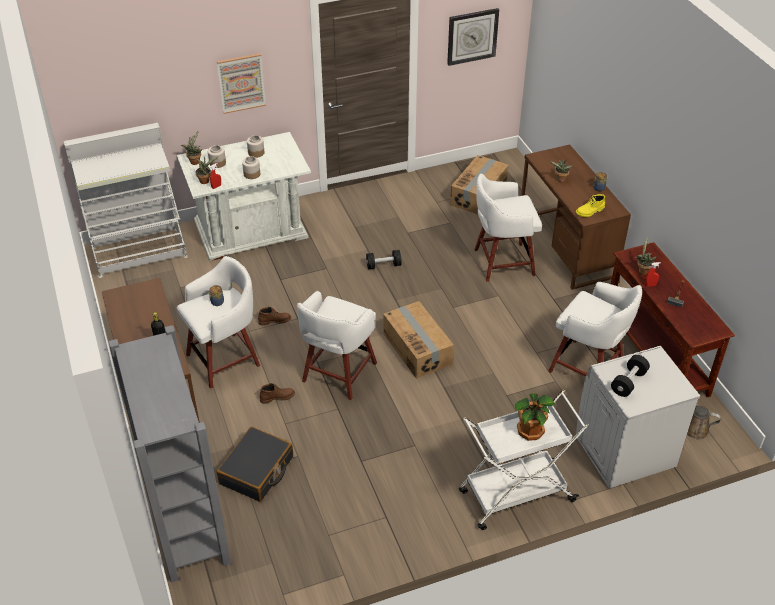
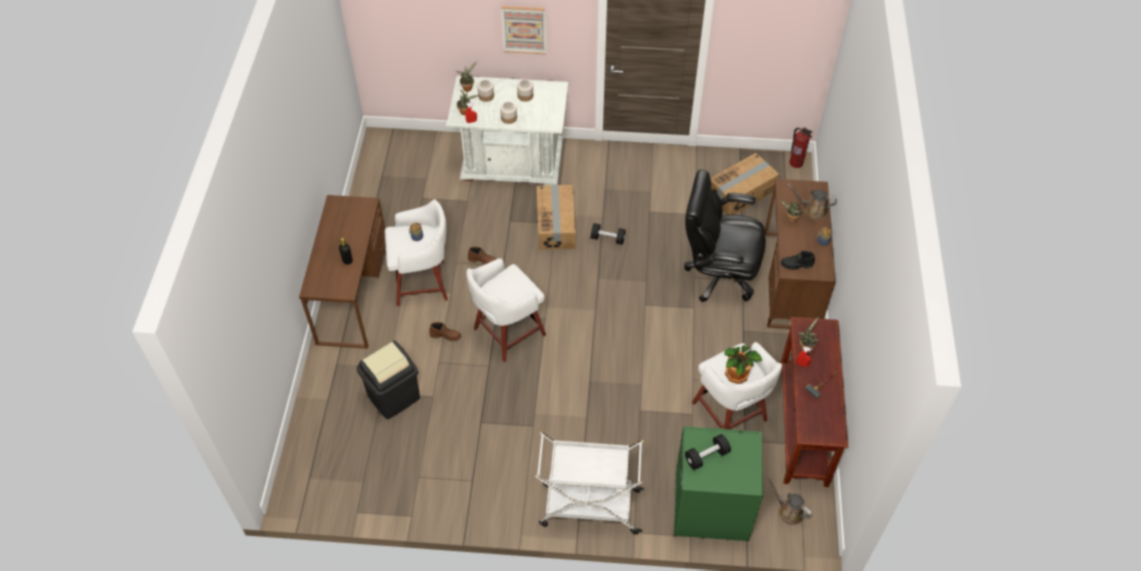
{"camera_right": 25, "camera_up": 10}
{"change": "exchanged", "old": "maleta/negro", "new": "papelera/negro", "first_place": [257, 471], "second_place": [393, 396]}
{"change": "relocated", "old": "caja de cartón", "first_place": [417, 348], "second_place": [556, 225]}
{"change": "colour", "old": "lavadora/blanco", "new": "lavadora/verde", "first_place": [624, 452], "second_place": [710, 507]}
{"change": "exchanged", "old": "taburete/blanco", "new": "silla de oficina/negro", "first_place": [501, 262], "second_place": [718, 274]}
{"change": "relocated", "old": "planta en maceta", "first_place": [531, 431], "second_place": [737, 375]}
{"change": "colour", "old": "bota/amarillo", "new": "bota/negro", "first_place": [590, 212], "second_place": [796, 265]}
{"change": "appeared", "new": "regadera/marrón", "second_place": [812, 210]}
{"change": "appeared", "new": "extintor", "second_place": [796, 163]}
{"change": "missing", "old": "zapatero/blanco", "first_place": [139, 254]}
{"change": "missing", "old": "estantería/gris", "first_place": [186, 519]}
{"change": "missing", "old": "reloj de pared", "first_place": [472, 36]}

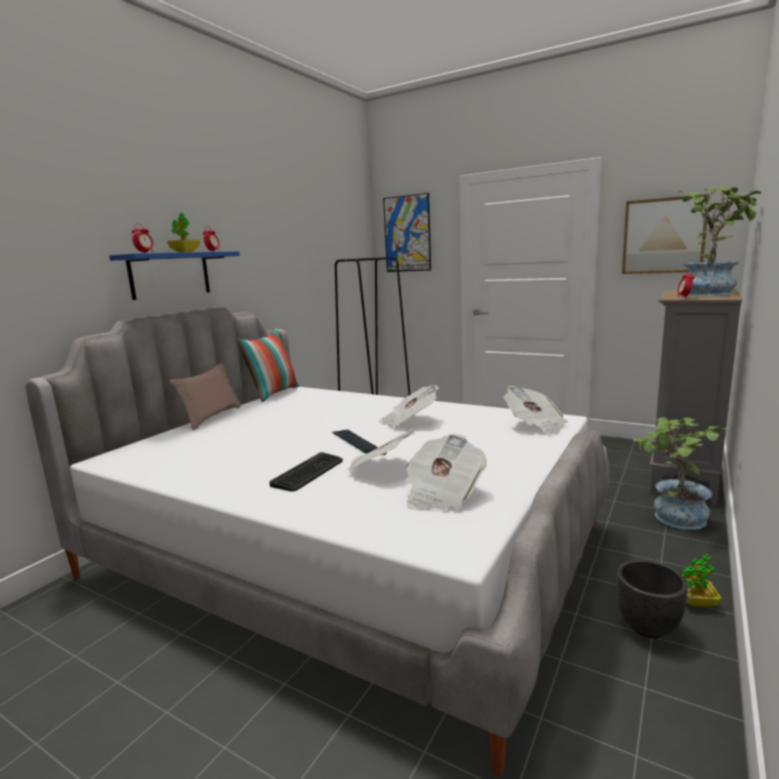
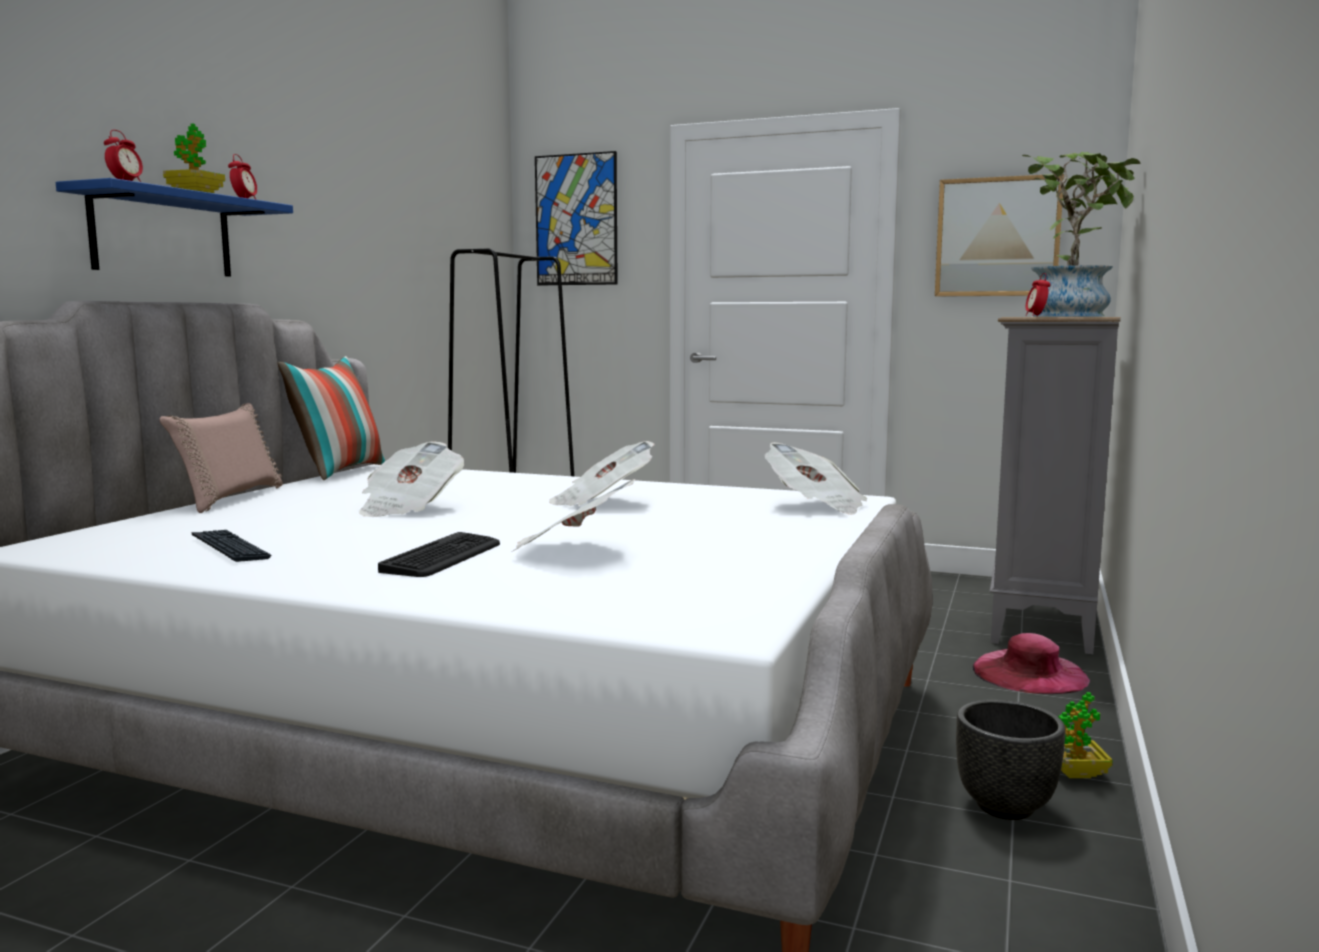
{"camera_right": -10, "camera_up": -5}
{"change": "relocated", "old": "teclado", "first_place": [355, 442], "second_place": [229, 548]}
{"change": "relocated", "old": "periódico", "first_place": [441, 494], "second_place": [409, 508]}
{"change": "exchanged", "old": "planta en maceta", "new": "sombrero/rosa", "first_place": [673, 519], "second_place": [1029, 673]}

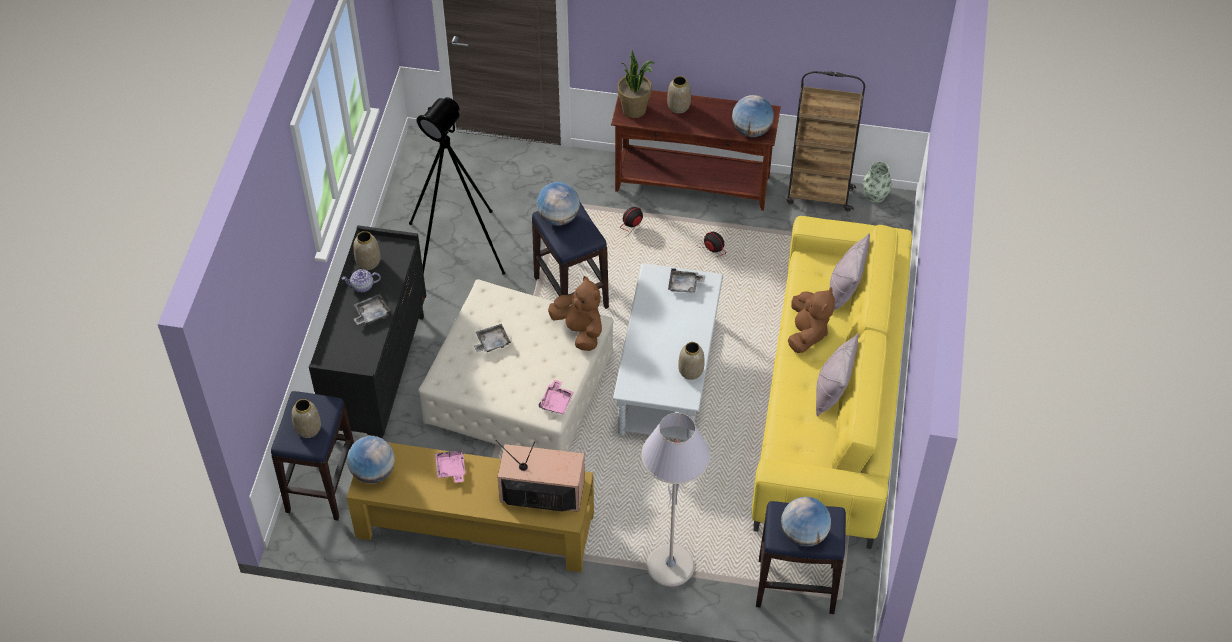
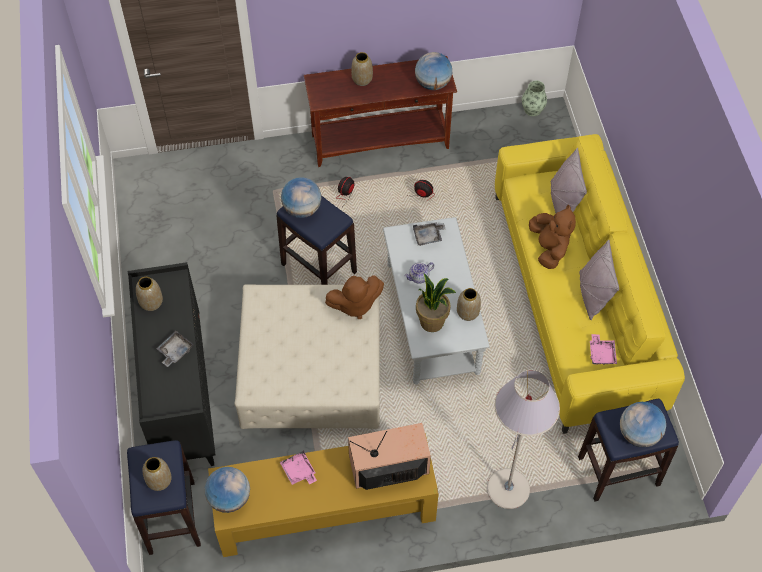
{"camera_right": -20, "camera_up": 5}
{"change": "spun", "old": "peluche/marrón", "first_place": [579, 330], "second_place": [355, 305], "degrees": 135}
{"change": "relocated", "old": "tetera", "first_place": [362, 286], "second_place": [419, 277]}
{"change": "relocated", "old": "planta en maceta", "first_place": [634, 109], "second_place": [432, 322]}
{"change": "relocated", "old": "bandeja/rosa", "first_place": [556, 402], "second_place": [601, 353]}
{"change": "missing", "old": "lámpara de pie/negro", "first_place": [456, 249]}
{"change": "missing", "old": "bandeja/gris", "first_place": [492, 342]}
{"change": "missing", "old": "carrito/marrón", "first_place": [819, 196]}

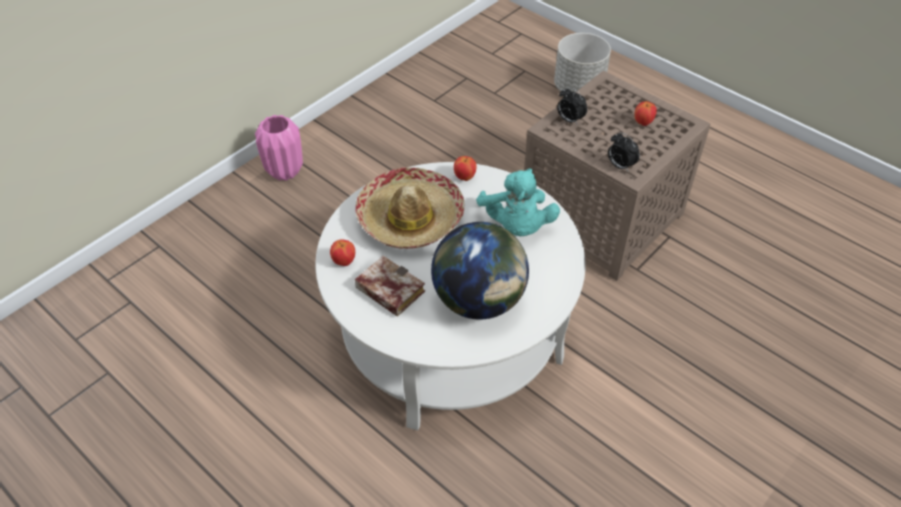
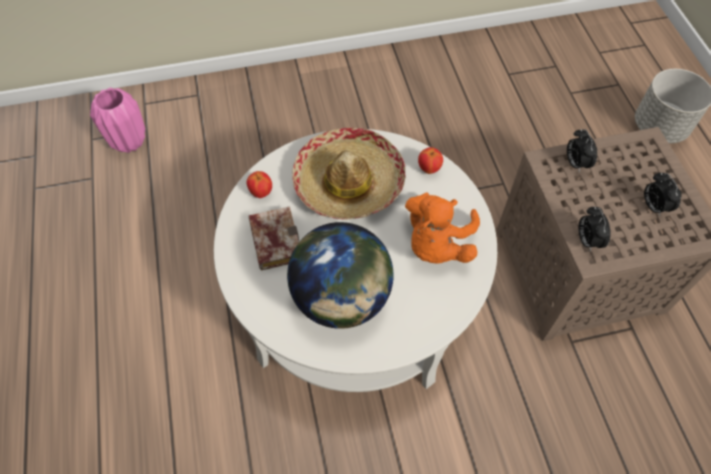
{"camera_right": 35, "camera_up": 10}
{"change": "relocated", "old": "florero/rosa", "first_place": [284, 171], "second_place": [129, 142]}
{"change": "colour", "old": "peluche/turquesa", "new": "peluche/naranja", "first_place": [516, 226], "second_place": [436, 244]}
{"change": "exchanged", "old": "manzana", "new": "despertador", "first_place": [643, 122], "second_place": [653, 206]}

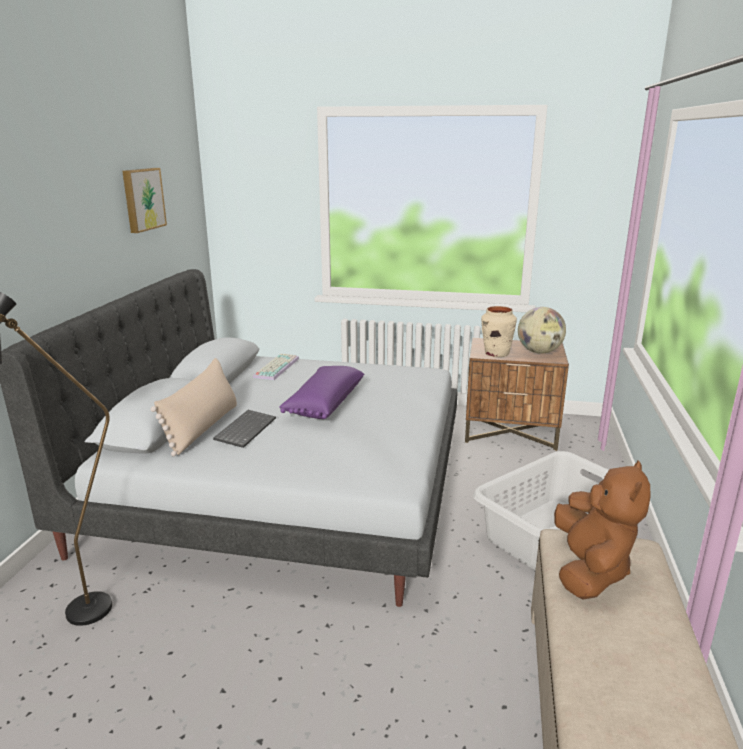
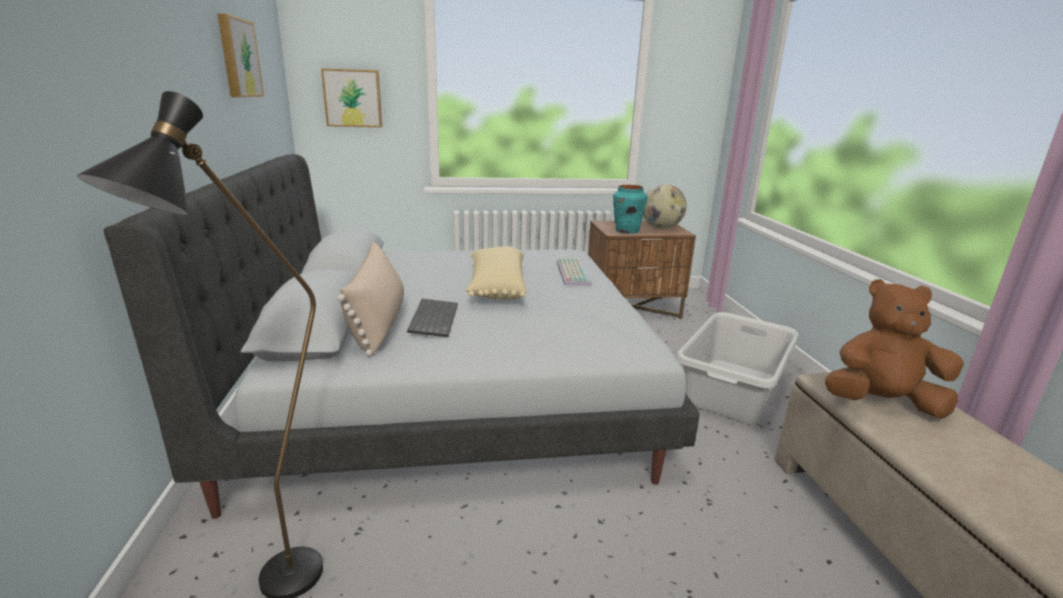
{"camera_right": -20, "camera_up": 0}
{"change": "appeared", "new": "cuadro", "second_place": [353, 98]}
{"change": "colour", "old": "cojín/morado", "new": "cojín/beis", "first_place": [323, 404], "second_place": [496, 287]}
{"change": "relocated", "old": "teclado", "first_place": [276, 367], "second_place": [571, 272]}
{"change": "colour", "old": "florero/beis", "new": "florero/turquesa", "first_place": [496, 354], "second_place": [626, 231]}
{"change": "spun", "old": "peluche/marrón", "first_place": [590, 570], "second_place": [881, 403], "degrees": -75}

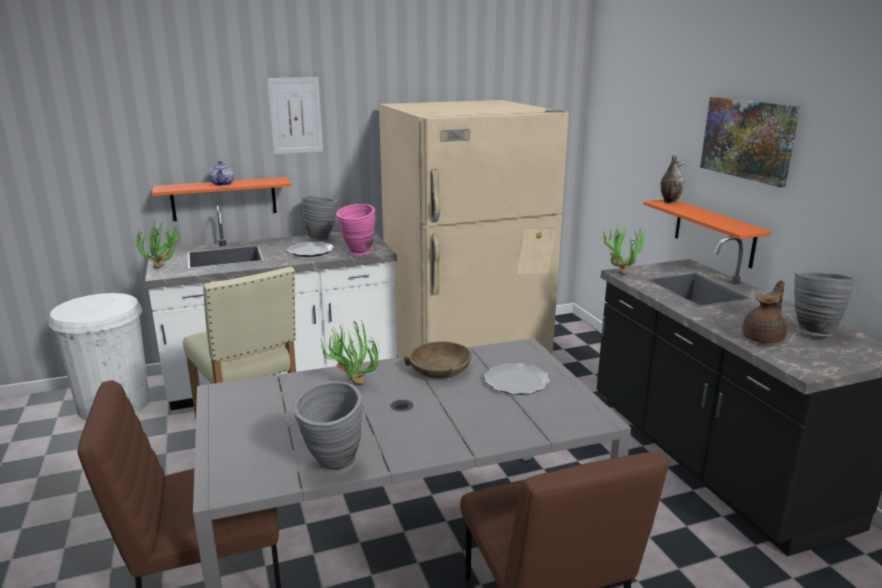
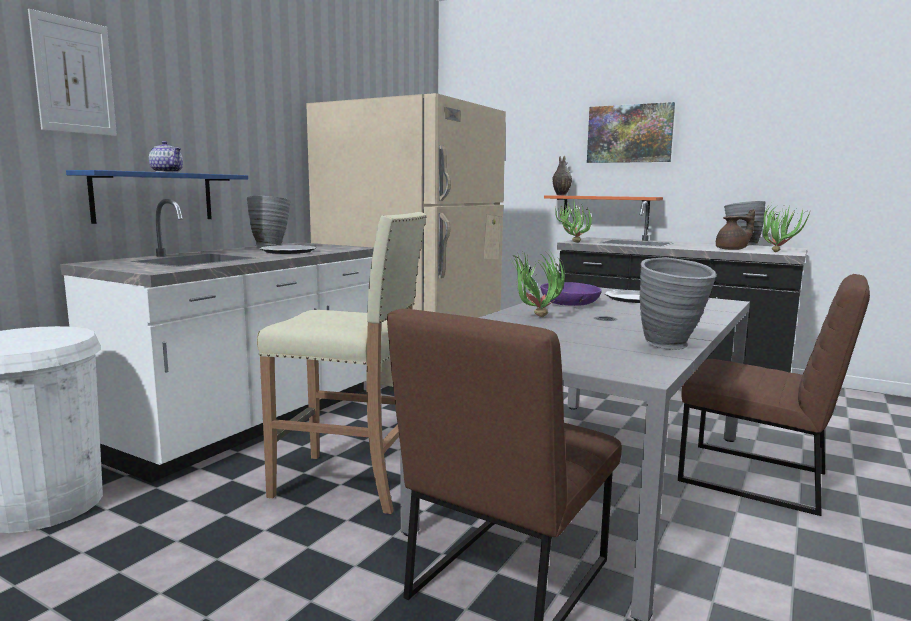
{"camera_right": -40, "camera_up": -10}
{"change": "relocated", "old": "cuadro", "first_place": [295, 115], "second_place": [74, 76]}
{"change": "colour", "old": "estante/naranja", "new": "estante/azul", "first_place": [224, 199], "second_place": [154, 197]}
{"change": "colour", "old": "cuenco/marrón", "new": "cuenco/morado", "first_place": [439, 369], "second_place": [569, 303]}
{"change": "spun", "old": "tetera/marrón", "first_place": [763, 338], "second_place": [733, 249], "degrees": 75}
{"change": "relocated", "old": "planta en maceta", "first_place": [164, 268], "second_place": [778, 252]}
{"change": "missing", "old": "florero/rosa", "first_place": [357, 253]}

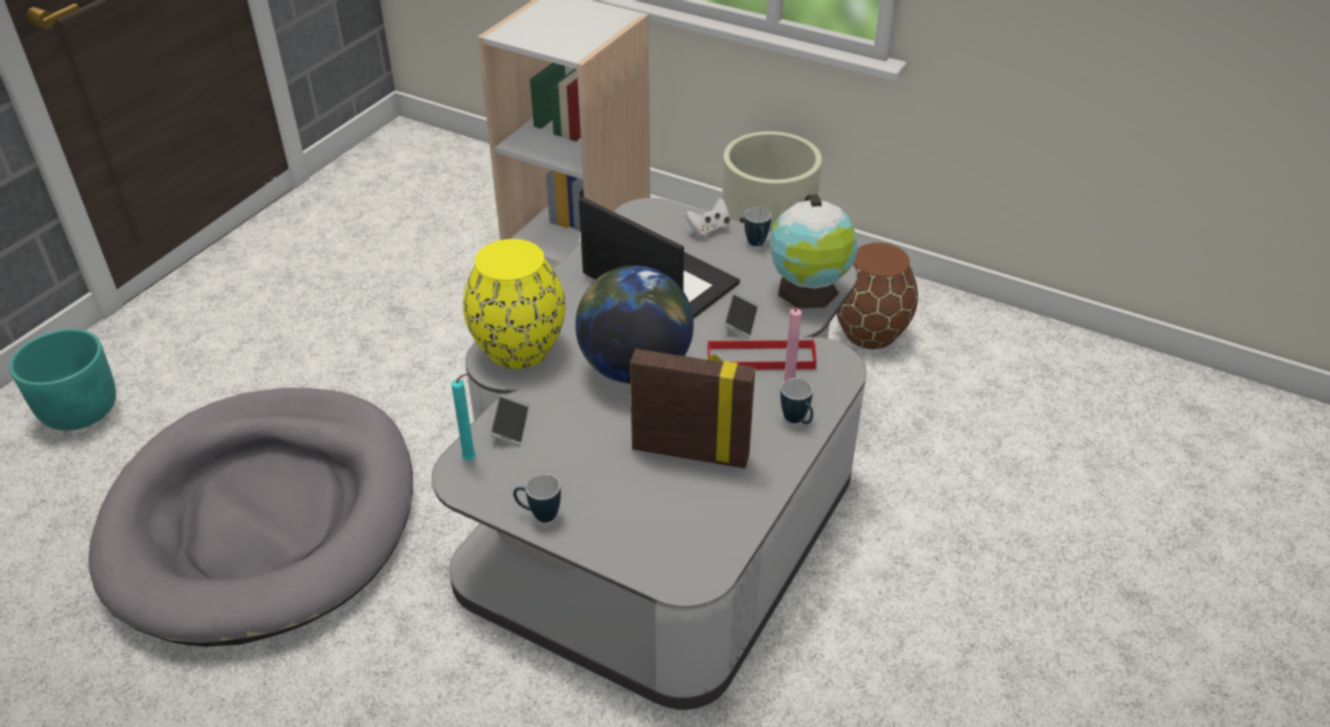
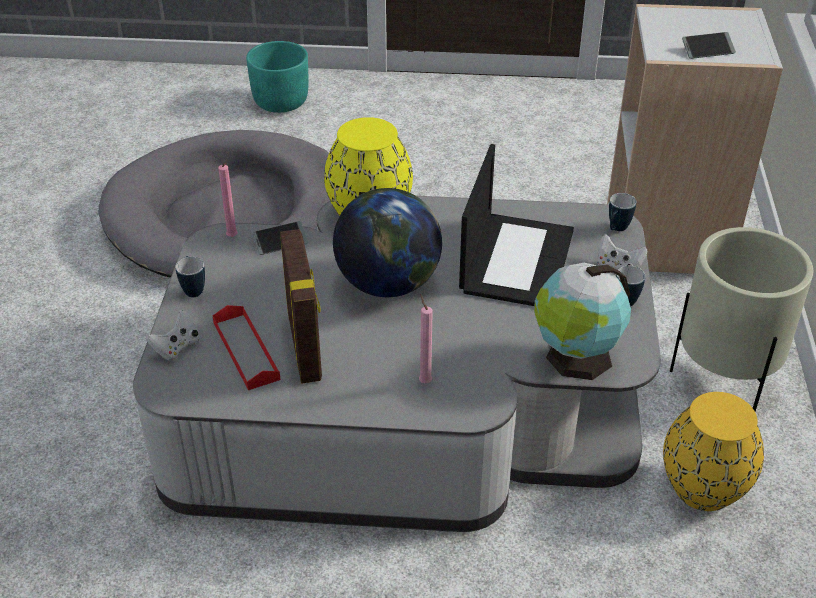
{"camera_right": 65, "camera_up": 0}
{"change": "appeared", "new": "mando de consola/blanco", "second_place": [176, 347]}
{"change": "relocated", "old": "bandeja/rojo", "first_place": [761, 358], "second_place": [246, 350]}
{"change": "colour", "old": "vela/turquesa", "new": "vela/rosa", "first_place": [472, 460], "second_place": [233, 238]}
{"change": "relocated", "old": "taza grande", "first_place": [797, 421], "second_place": [616, 229]}
{"change": "colour", "old": "florero/marrón", "new": "florero/amarillo", "first_place": [871, 333], "second_place": [703, 489]}
{"change": "relocated", "old": "móvil", "first_place": [741, 320], "second_place": [707, 50]}

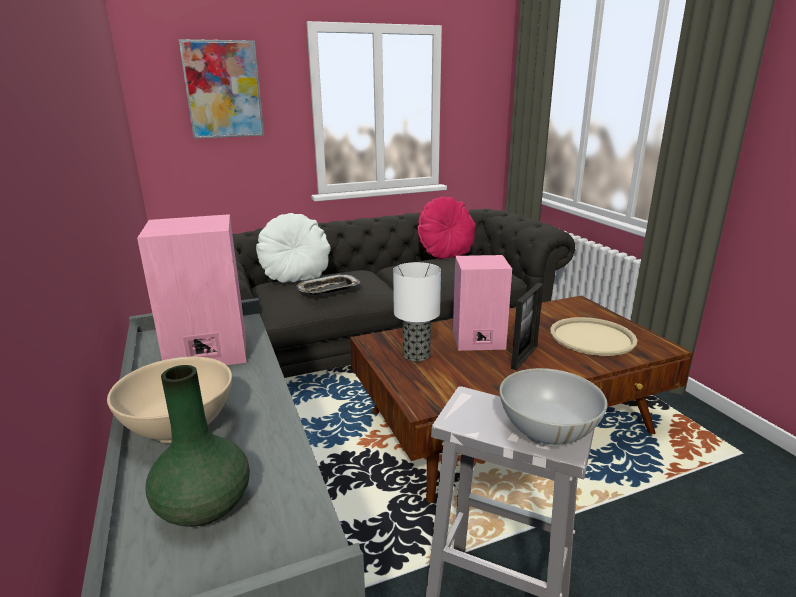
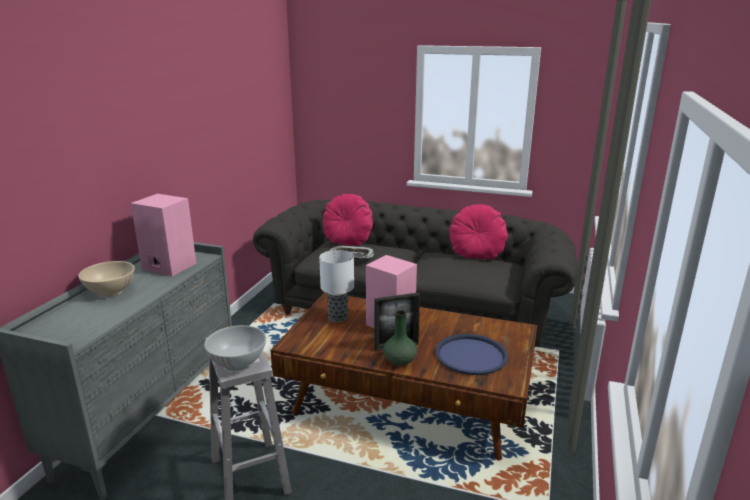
{"camera_right": 40, "camera_up": 0}
{"change": "colour", "old": "cojín/blanco", "new": "cojín/rosa", "first_place": [296, 279], "second_place": [348, 243]}
{"change": "relocated", "old": "florero/verde", "first_place": [206, 506], "second_place": [400, 361]}
{"change": "colour", "old": "bandeja/beis", "new": "bandeja/azul", "first_place": [592, 337], "second_place": [471, 355]}
{"change": "missing", "old": "cuadro", "first_place": [223, 90]}

